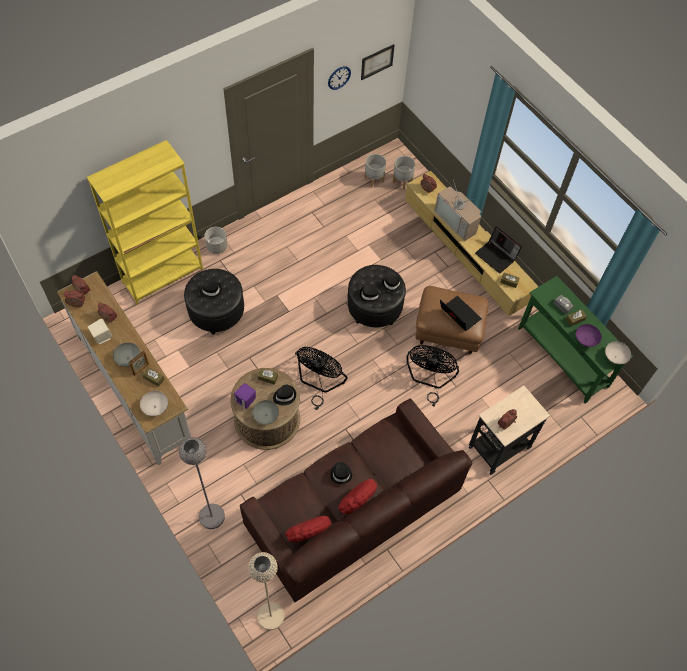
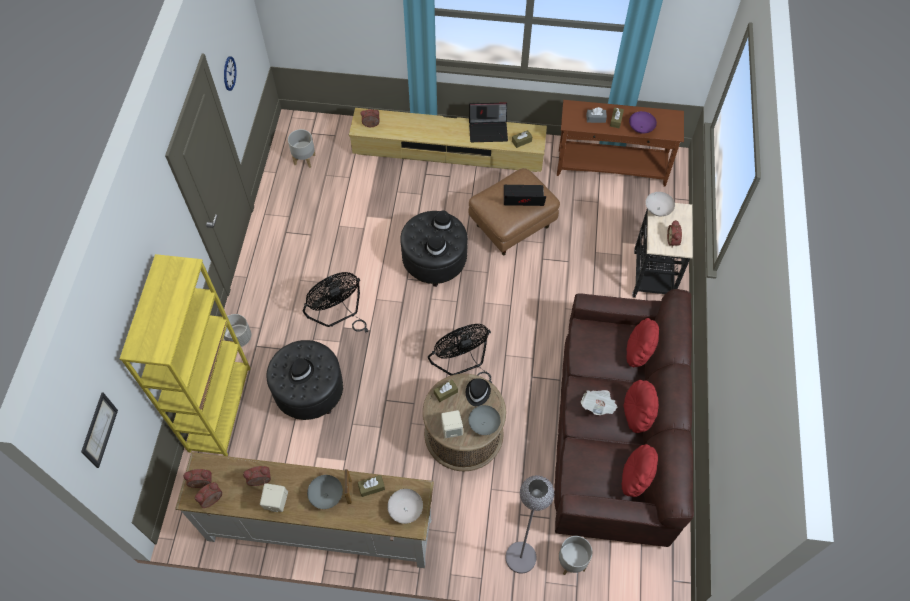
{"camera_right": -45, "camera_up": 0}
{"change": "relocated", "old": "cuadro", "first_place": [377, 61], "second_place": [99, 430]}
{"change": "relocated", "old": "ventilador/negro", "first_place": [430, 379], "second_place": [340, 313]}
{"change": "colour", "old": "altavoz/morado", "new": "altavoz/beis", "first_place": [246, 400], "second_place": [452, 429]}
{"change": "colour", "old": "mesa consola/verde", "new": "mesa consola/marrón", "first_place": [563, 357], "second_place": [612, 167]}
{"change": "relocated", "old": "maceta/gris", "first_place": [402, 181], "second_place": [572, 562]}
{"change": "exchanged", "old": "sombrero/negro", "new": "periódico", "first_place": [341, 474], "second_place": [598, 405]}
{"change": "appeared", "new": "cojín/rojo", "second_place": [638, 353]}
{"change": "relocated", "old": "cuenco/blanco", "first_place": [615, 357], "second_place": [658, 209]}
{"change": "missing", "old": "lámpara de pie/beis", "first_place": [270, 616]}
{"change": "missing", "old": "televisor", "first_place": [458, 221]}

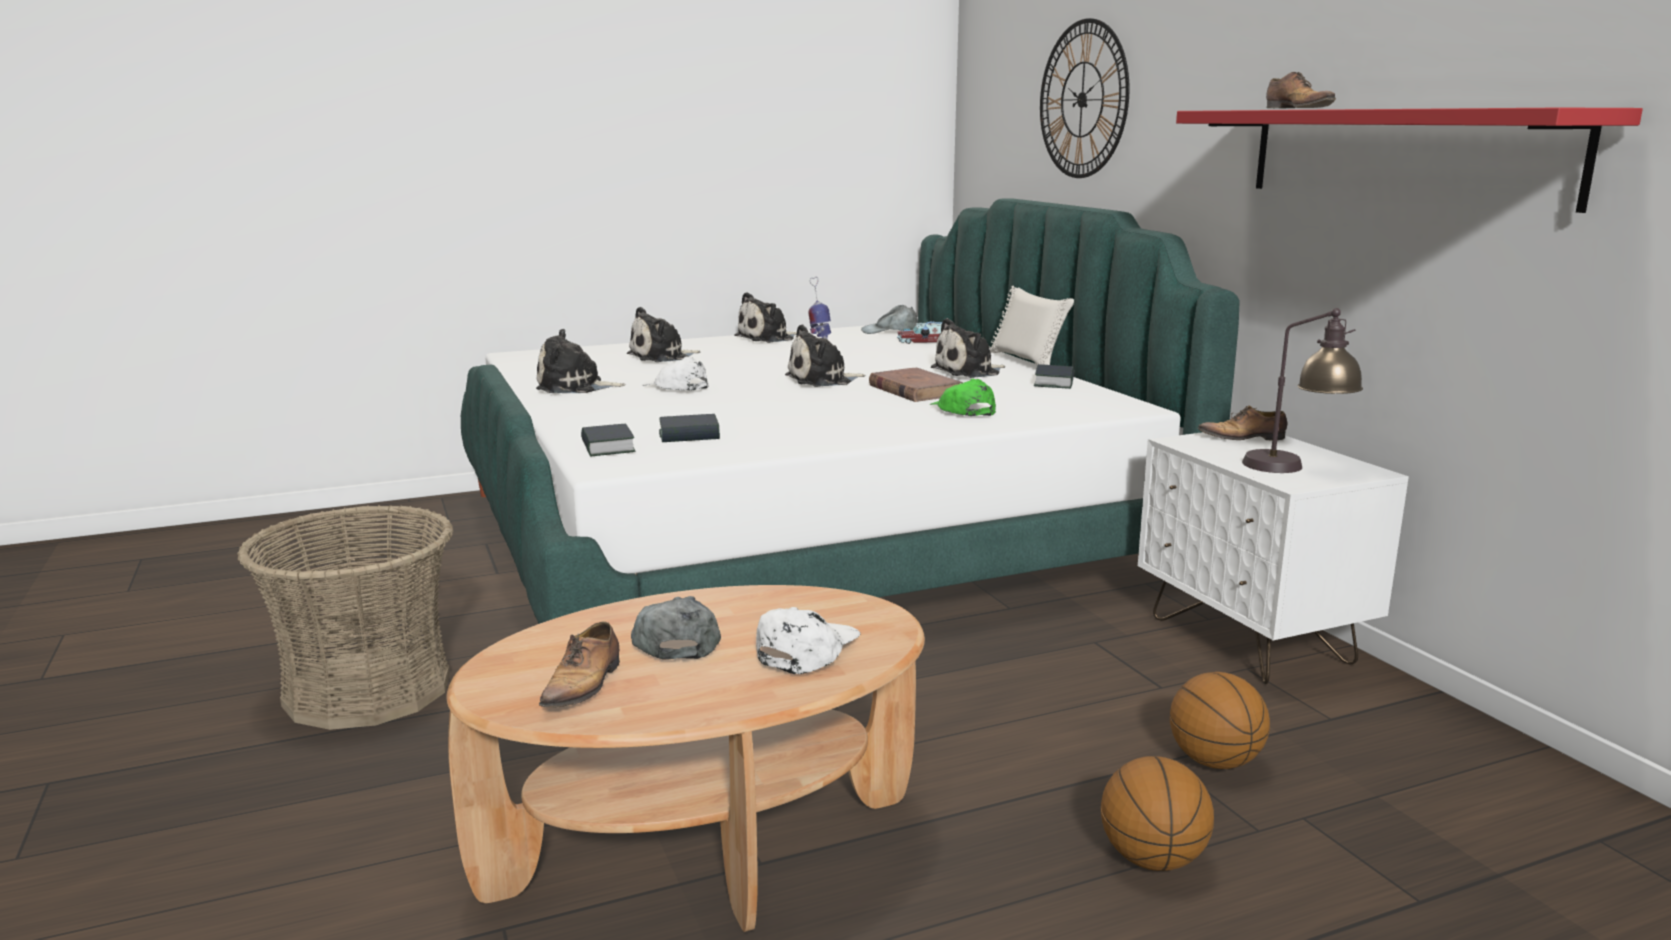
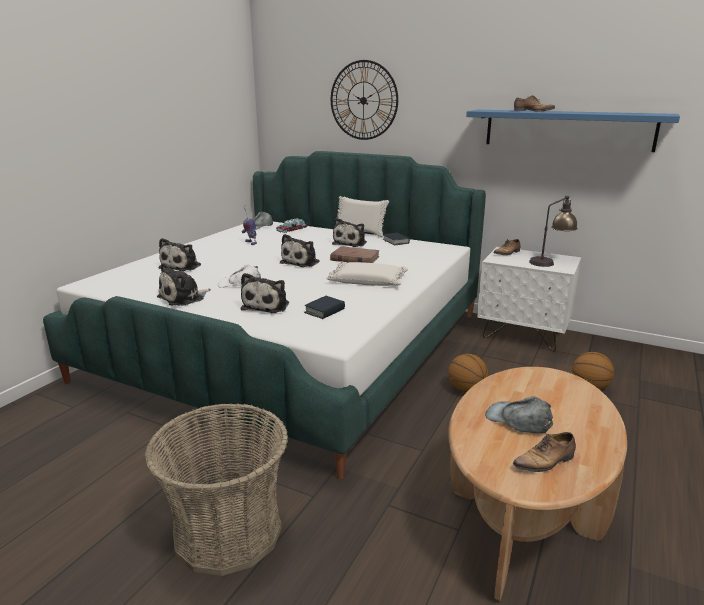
{"camera_right": -40, "camera_up": 5}
{"change": "relocated", "old": "peluche", "first_place": [768, 338], "second_place": [267, 305]}
{"change": "appeared", "new": "cojín/blanco", "second_place": [367, 279]}
{"change": "relocated", "old": "balón de baloncesto", "first_place": [1152, 859], "second_place": [466, 390]}
{"change": "colour", "old": "estante/rojo", "new": "estante/azul", "first_place": [1403, 154], "second_place": [568, 129]}
{"change": "spun", "old": "zapato", "first_place": [583, 685], "second_place": [545, 462], "degrees": 90}
{"change": "missing", "old": "libro", "first_place": [607, 447]}
{"change": "missing", "old": "gorra/blanco", "first_place": [806, 649]}
{"change": "missing", "old": "gorra/verde", "first_place": [962, 410]}

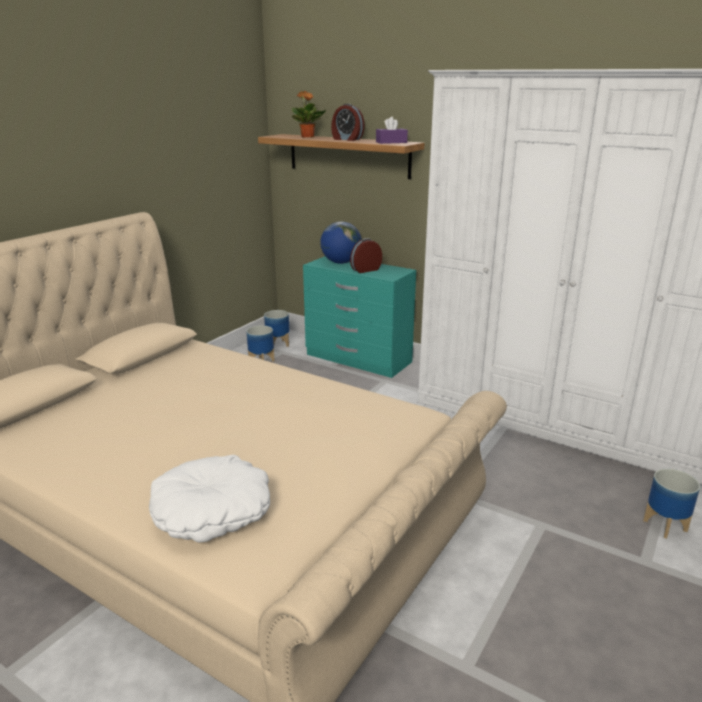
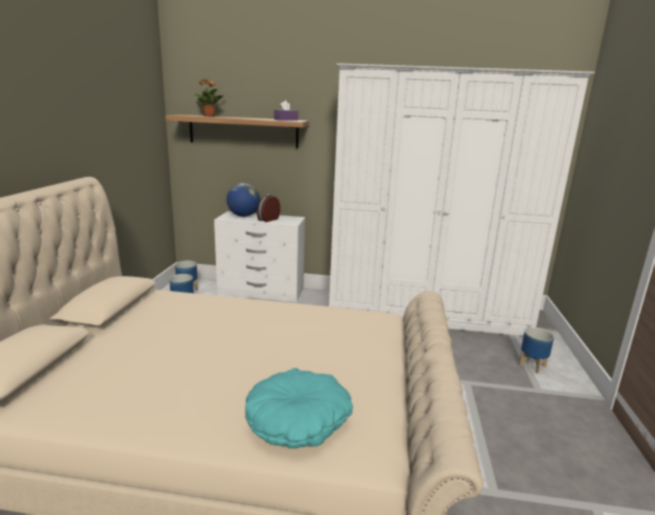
{"camera_right": -25, "camera_up": -5}
{"change": "colour", "old": "cómoda/turquesa", "new": "cómoda/blanco", "first_place": [358, 359], "second_place": [261, 292]}
{"change": "colour", "old": "cojín/blanco", "new": "cojín/turquesa", "first_place": [211, 510], "second_place": [296, 419]}
{"change": "missing", "old": "despertador", "first_place": [347, 139]}

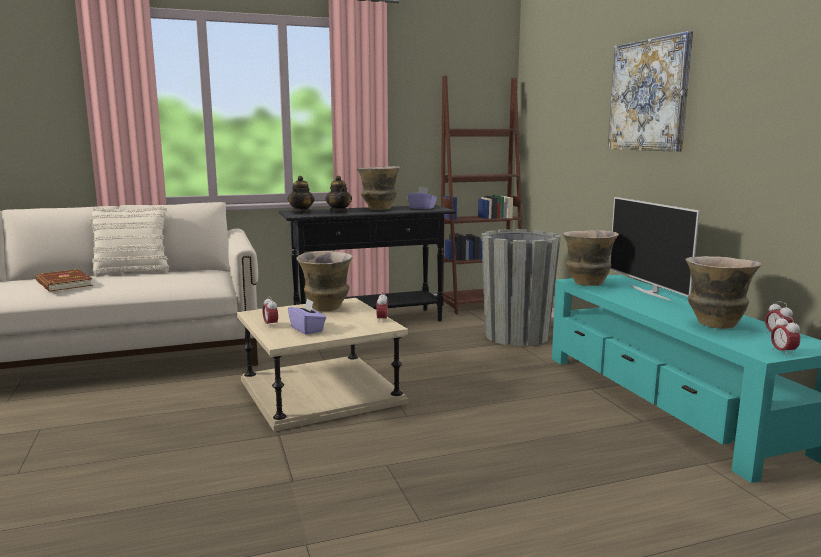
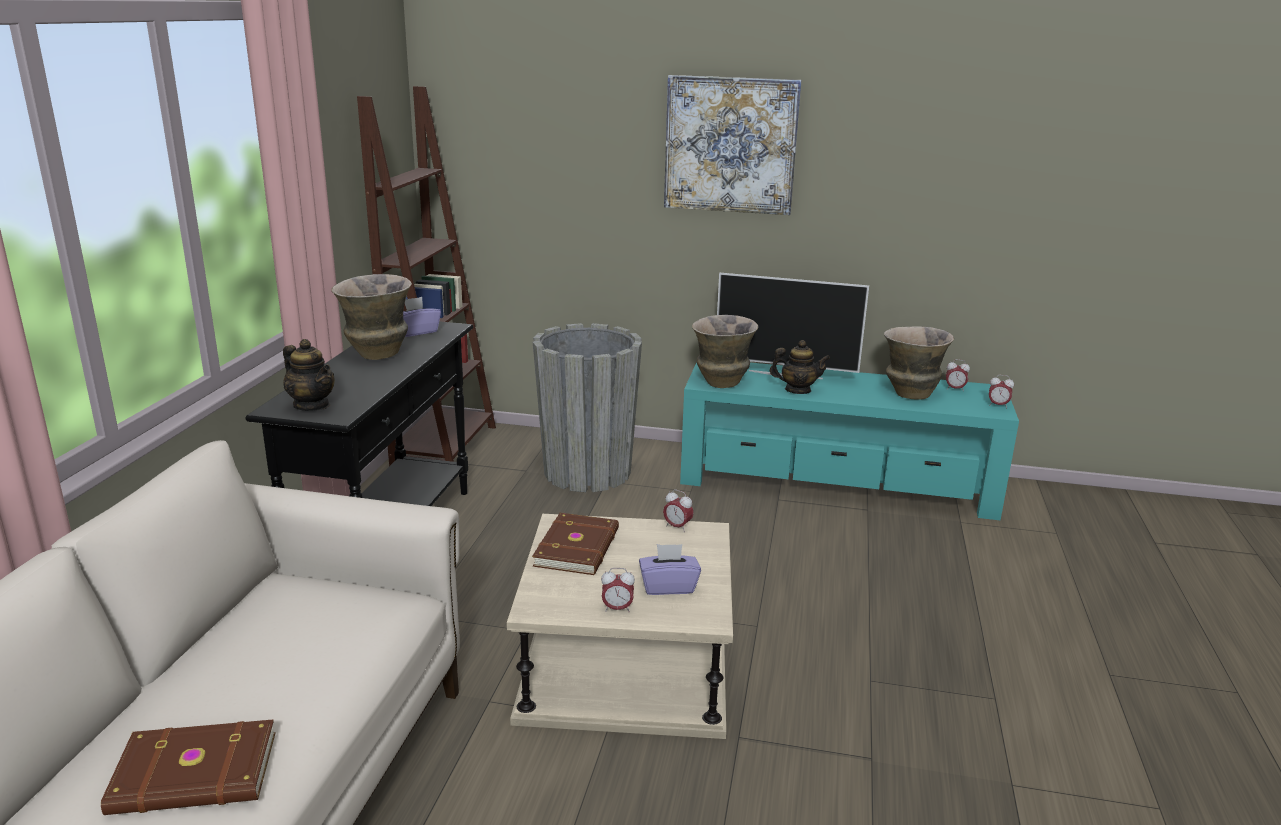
{"camera_right": -60, "camera_up": 10}
{"change": "exchanged", "old": "florero", "new": "libro/marrón", "first_place": [327, 308], "second_place": [579, 548]}
{"change": "relocated", "old": "tetera", "first_place": [339, 212], "second_place": [797, 390]}
{"change": "missing", "old": "cojín/beis", "first_place": [133, 272]}

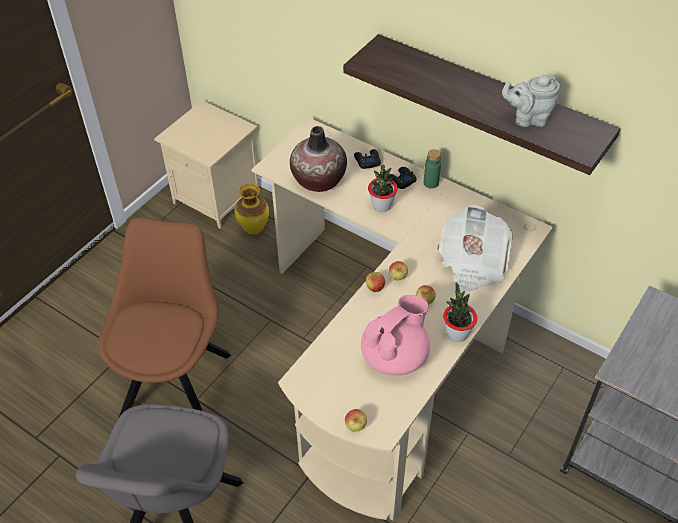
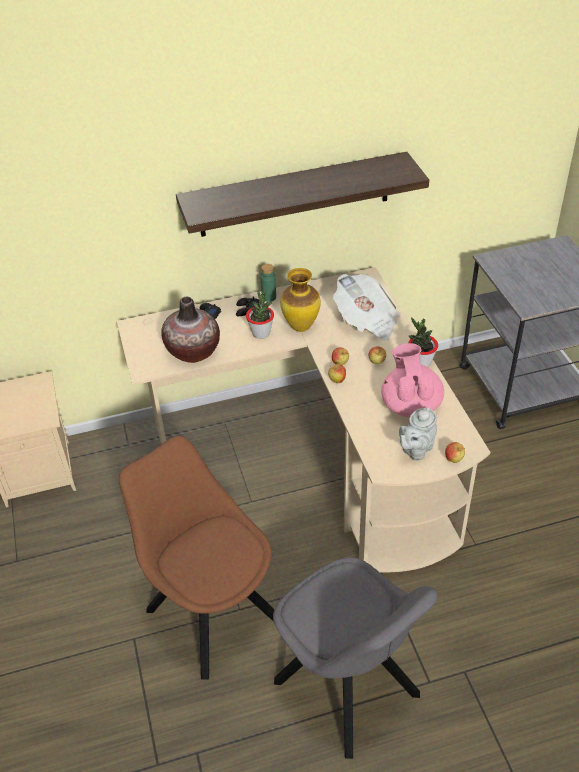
{"camera_right": -50, "camera_up": -5}
{"change": "relocated", "old": "florero", "first_place": [254, 229], "second_place": [300, 326]}
{"change": "relocated", "old": "tetera/gris", "first_place": [528, 118], "second_place": [416, 450]}

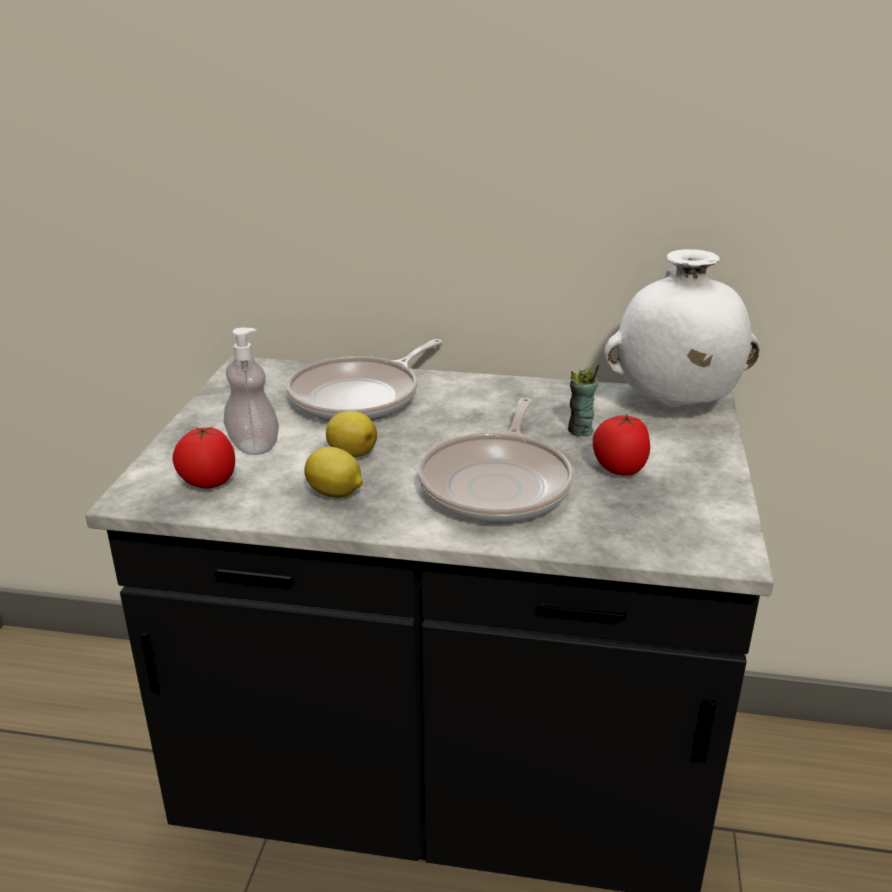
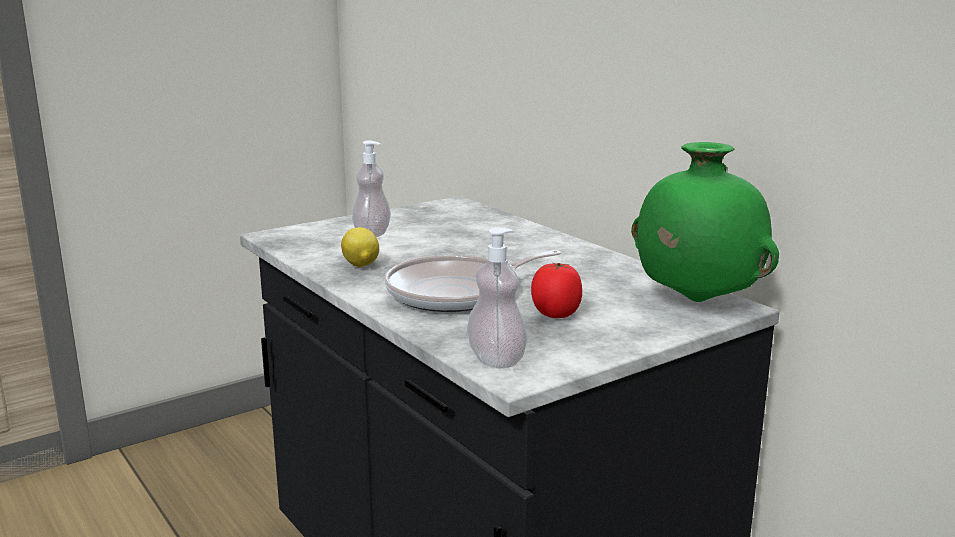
{"camera_right": 45, "camera_up": -10}
{"change": "appeared", "new": "dispensador de jabón", "second_place": [496, 359]}
{"change": "colour", "old": "florero/blanco", "new": "florero/verde", "first_place": [673, 406], "second_place": [695, 301]}
{"change": "missing", "old": "tomate", "first_place": [207, 483]}
{"change": "missing", "old": "sartén", "first_place": [360, 397]}
{"change": "missing", "old": "limón", "first_place": [351, 453]}
{"change": "missing", "old": "taza", "first_place": [580, 431]}

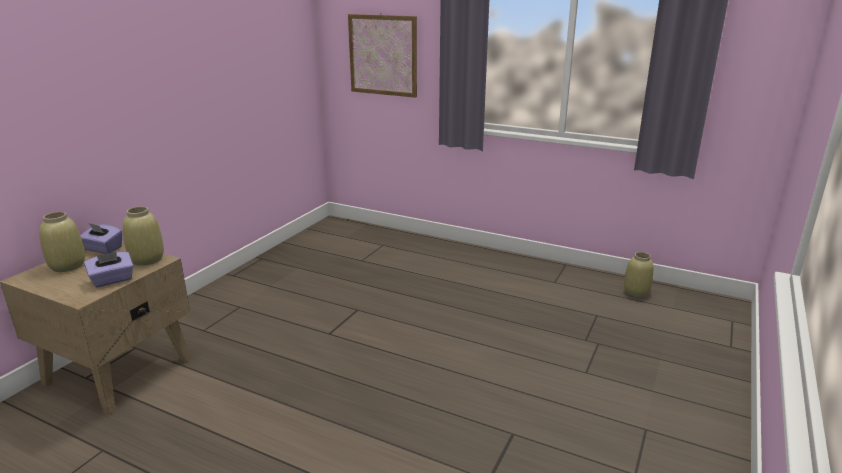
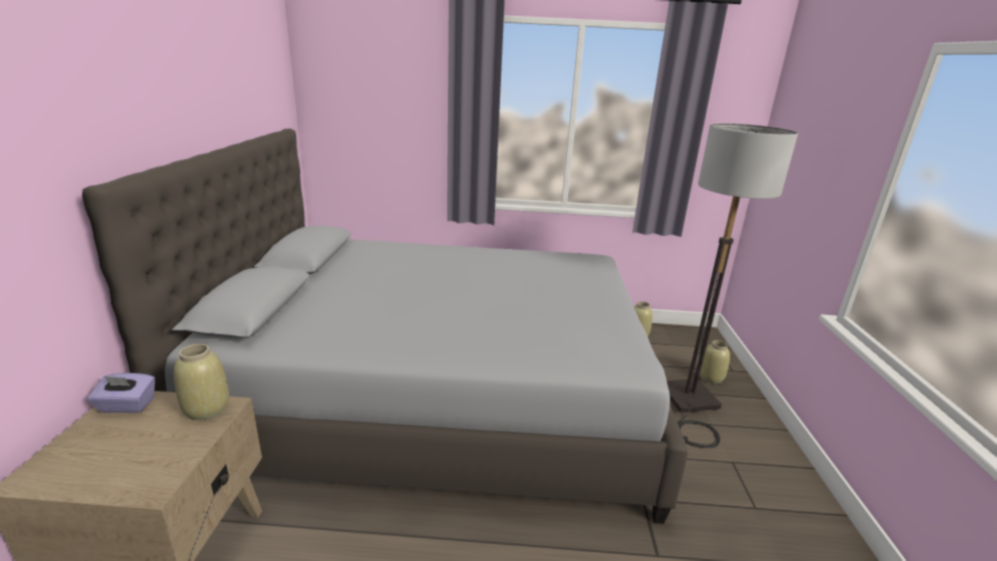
{"camera_right": -25, "camera_up": 0}
{"change": "appeared", "new": "cama/gris", "second_place": [438, 397]}
{"change": "appeared", "new": "lámpara de pie", "second_place": [690, 408]}
{"change": "relocated", "old": "florero/beis", "first_place": [68, 266], "second_place": [710, 378]}
{"change": "missing", "old": "caja de pañuelos/morado", "first_place": [112, 280]}
{"change": "missing", "old": "cuadro", "first_place": [383, 54]}

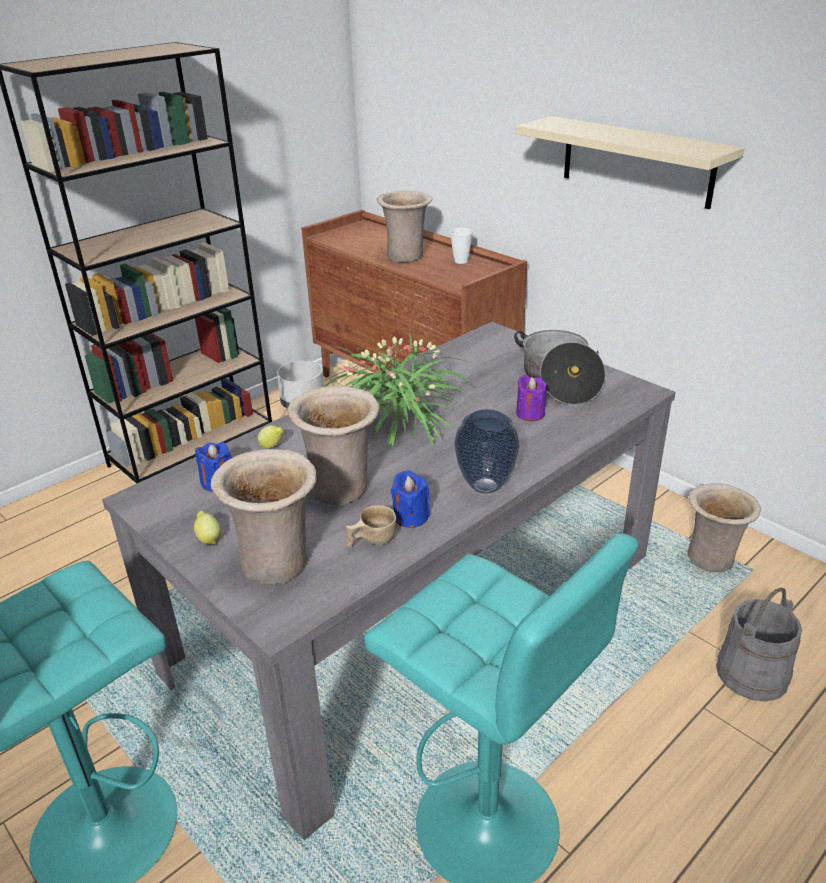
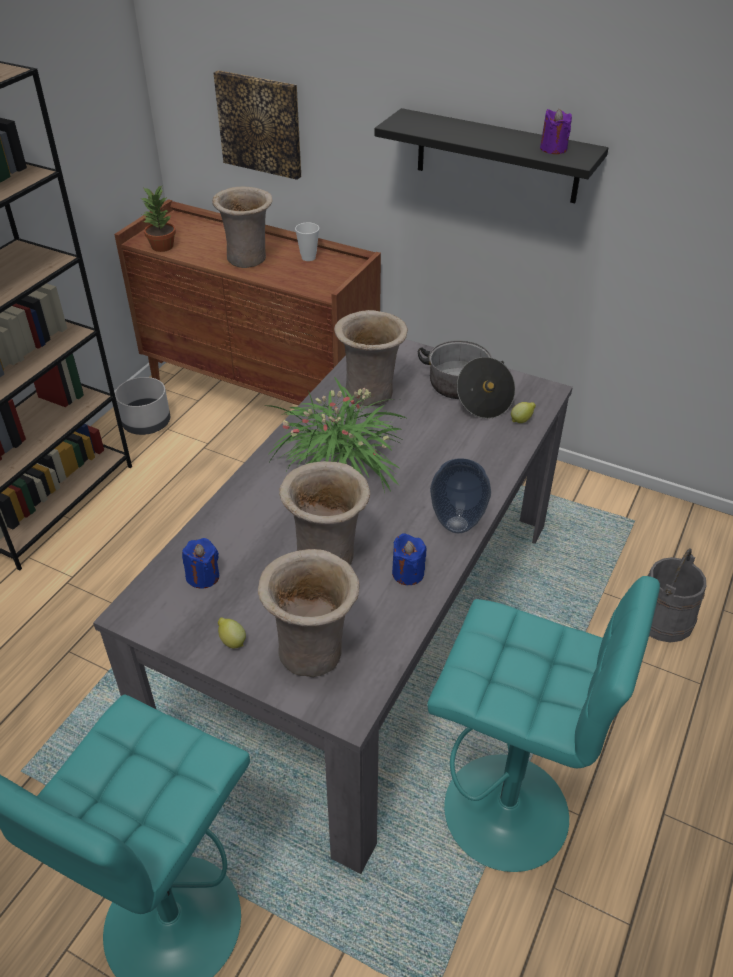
{"camera_right": -20, "camera_up": 10}
{"change": "appeared", "new": "planta en maceta", "second_place": [163, 246]}
{"change": "appeared", "new": "cuadro", "second_place": [260, 124]}
{"change": "relocated", "old": "florero/beis", "first_place": [711, 558], "second_place": [370, 392]}
{"change": "colour", "old": "estante/beis", "new": "estante/negro", "first_place": [636, 161], "second_place": [497, 156]}
{"change": "relocated", "old": "limón", "first_place": [272, 446], "second_place": [522, 420]}
{"change": "relocated", "old": "vela/morado", "first_place": [530, 414], "second_place": [553, 149]}
{"change": "missing", "old": "taza/beis", "first_place": [371, 541]}

